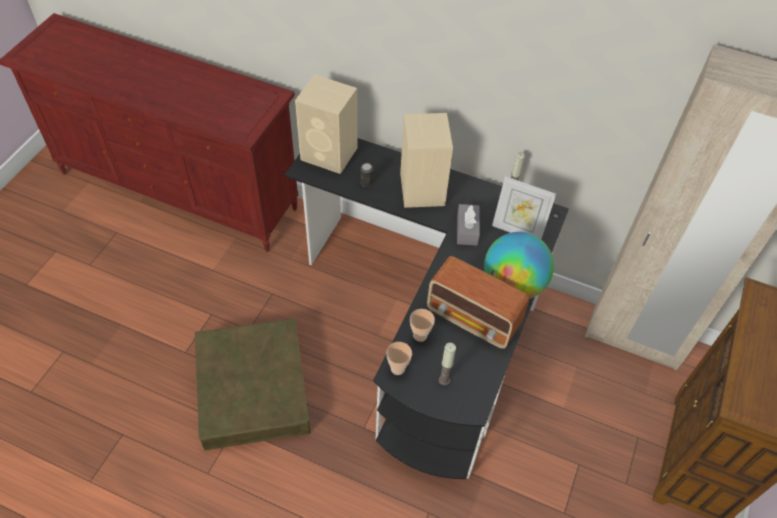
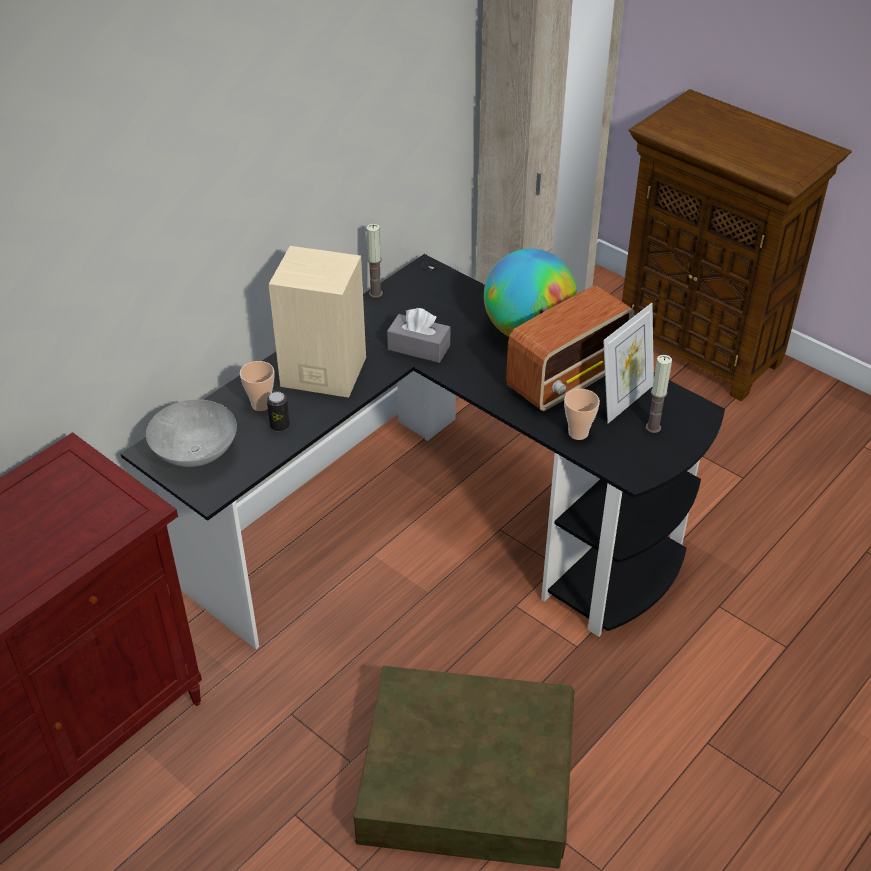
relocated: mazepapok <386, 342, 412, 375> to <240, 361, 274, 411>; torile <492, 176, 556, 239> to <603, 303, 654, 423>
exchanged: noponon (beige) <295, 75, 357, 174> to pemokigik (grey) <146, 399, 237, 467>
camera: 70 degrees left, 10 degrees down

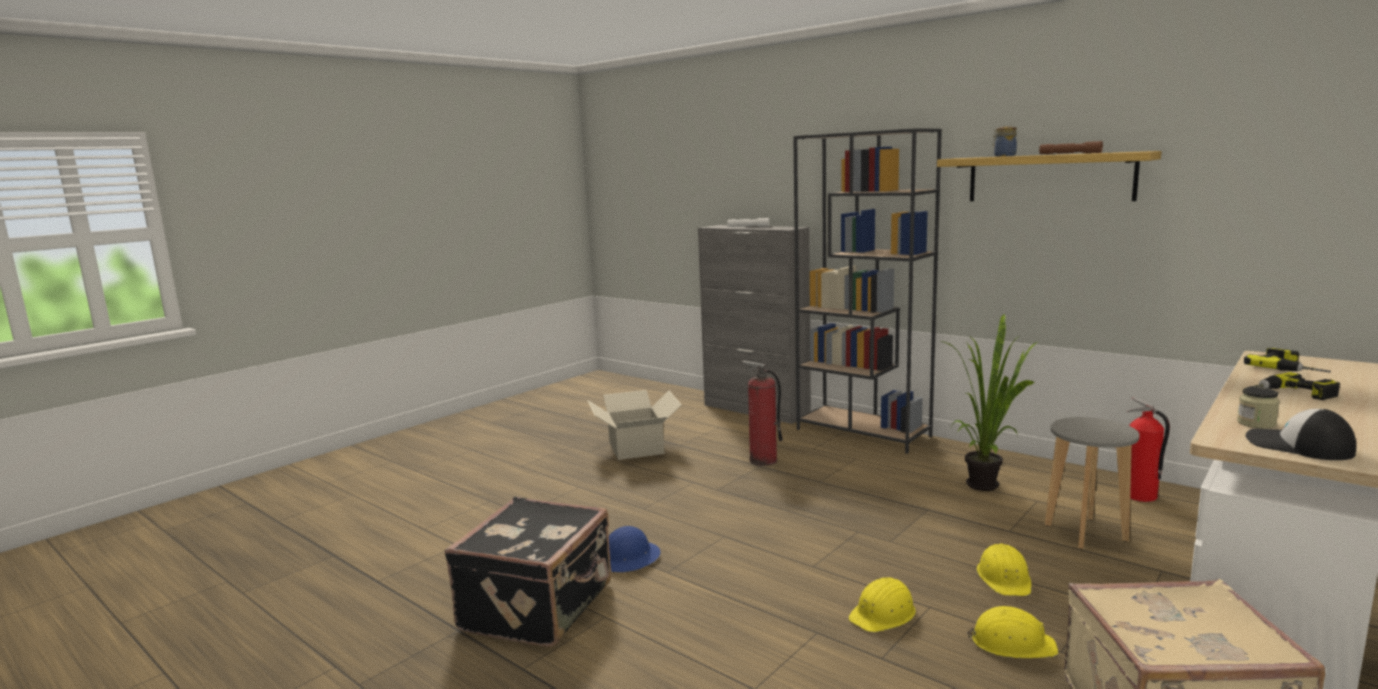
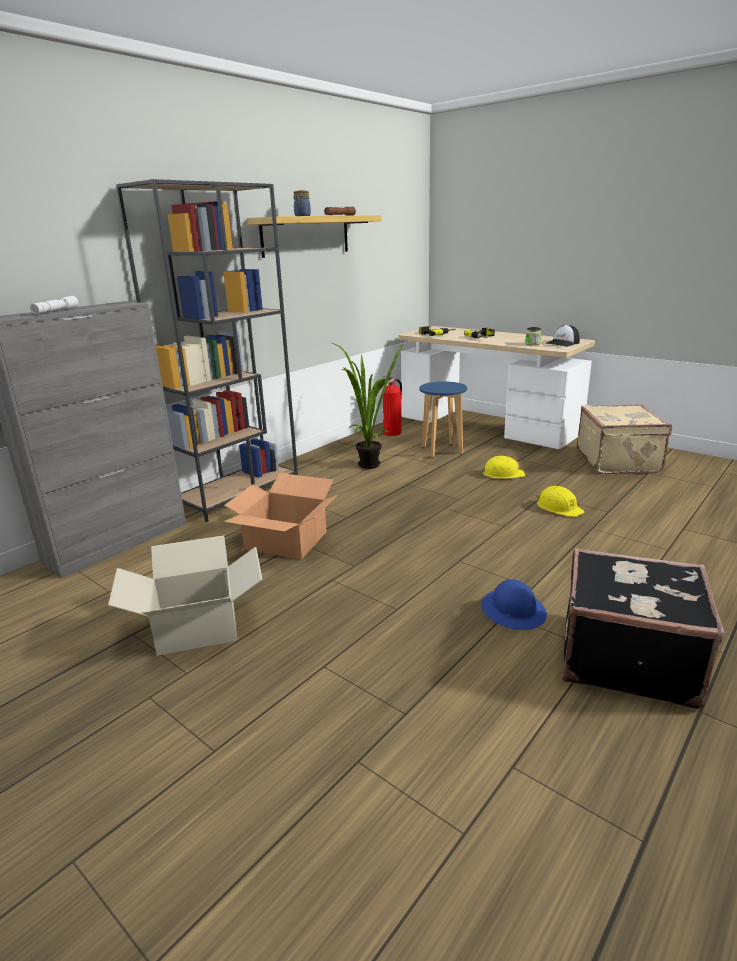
missing: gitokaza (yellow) <967, 606, 1058, 658>
exchanged: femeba <742, 360, 783, 466> to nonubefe <223, 473, 339, 559>
colour: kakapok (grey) <1045, 417, 1140, 549> to kakapok (blue) <420, 381, 467, 457>
camera: 90 degrees left, 10 degrees up

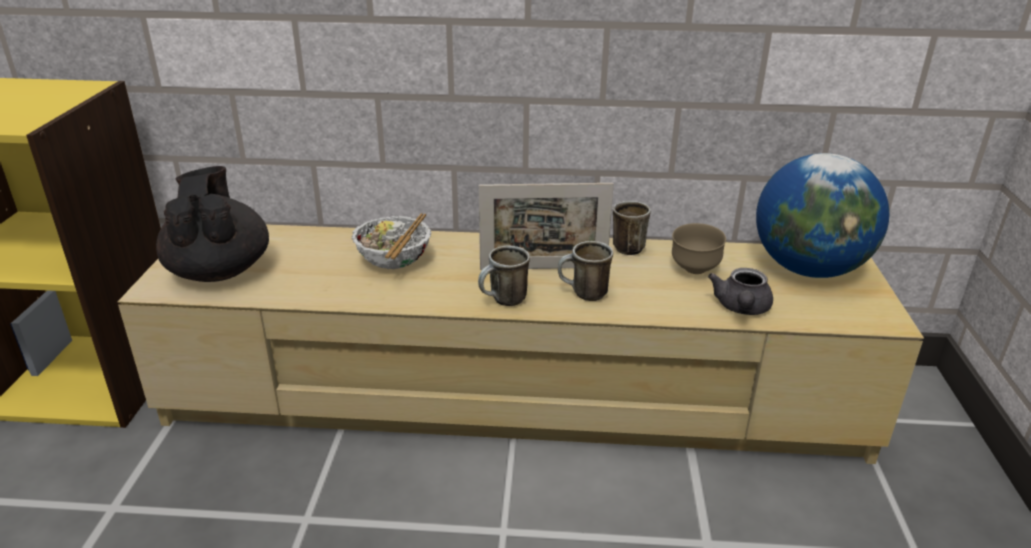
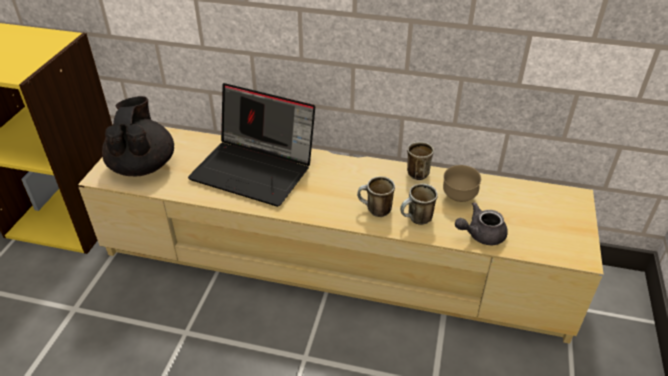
missing: torile <479, 183, 614, 270>; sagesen <756, 153, 889, 278>
relocated: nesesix <478, 245, 530, 306> to <400, 183, 438, 225>
exchanged: pemokigik <352, 213, 432, 269> to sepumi <188, 83, 315, 207>
spun: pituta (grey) <708, 268, 773, 315> = <455, 202, 508, 245> 45 degrees clockwise
camera: 10 degrees right, 10 degrees up

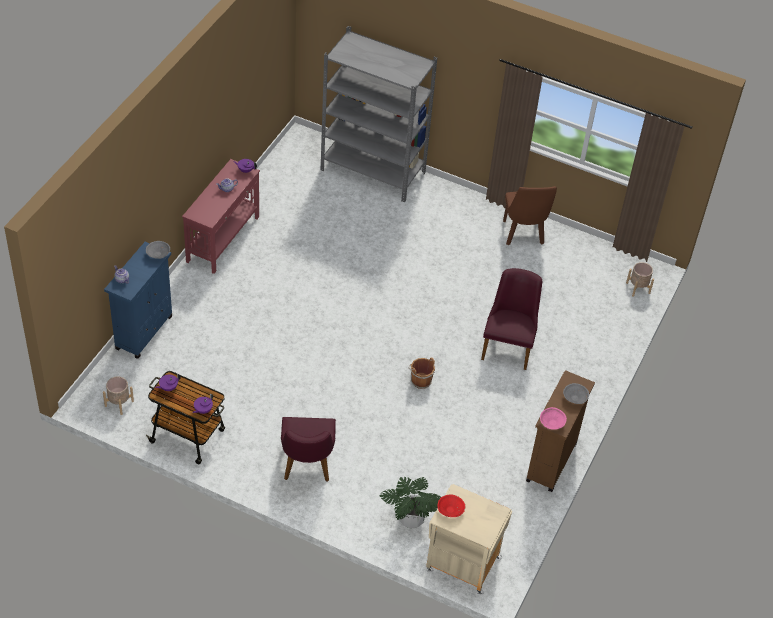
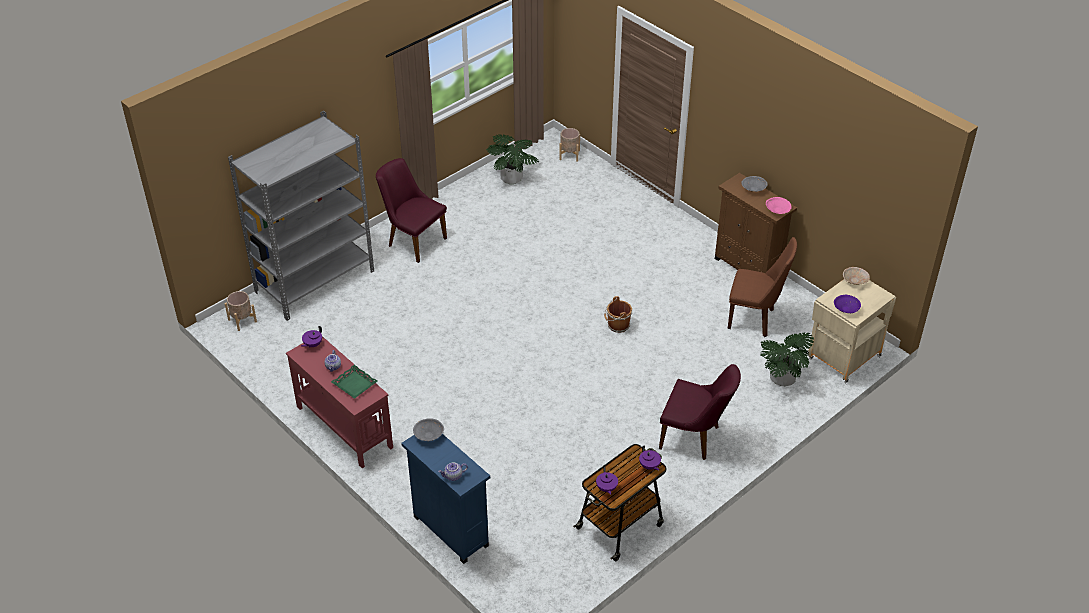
appeared: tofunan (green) <331, 365, 378, 399>; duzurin <486, 134, 539, 184>; pemokigik (beige) <843, 267, 870, 285>
relocated: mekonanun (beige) <103, 376, 134, 415> to <224, 291, 257, 331>; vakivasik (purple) <481, 268, 542, 370> to <376, 158, 447, 263>; vakivasik (brown) <503, 186, 557, 245> to <728, 237, 797, 337>
colour: pemokigik (red) <437, 494, 465, 517> to pemokigik (purple) <834, 295, 861, 313>
camera: 65 degrees left, 5 degrees down

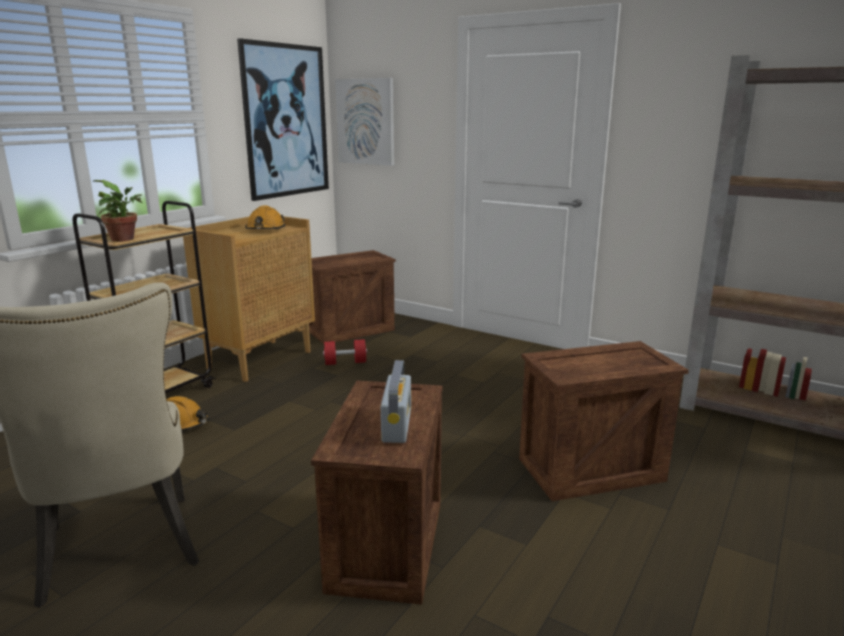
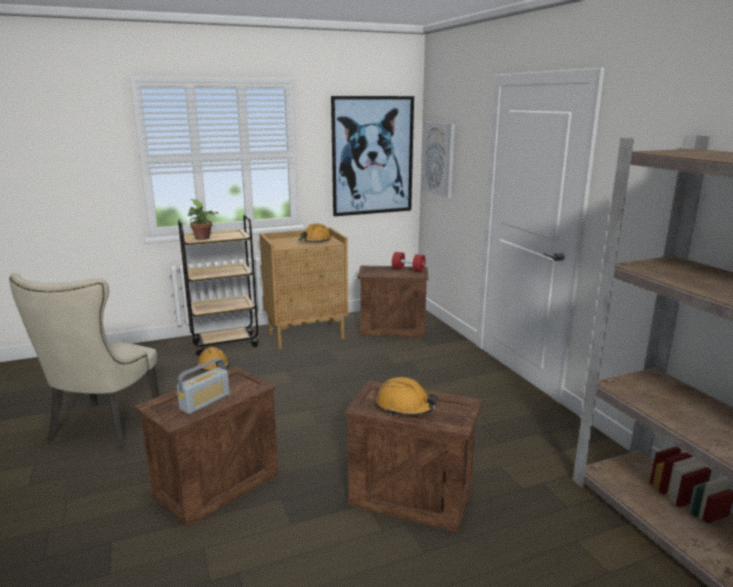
appeared: gitokaza (orange) <376, 377, 438, 416>
relocated: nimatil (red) <323, 339, 367, 365> to <392, 252, 426, 272>
camera: 35 degrees right, 0 degrees up

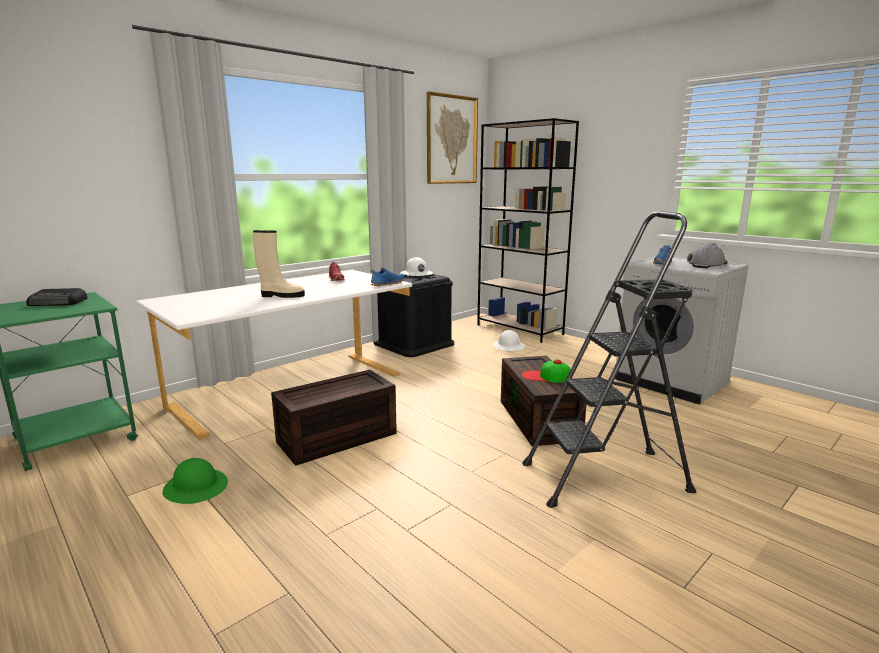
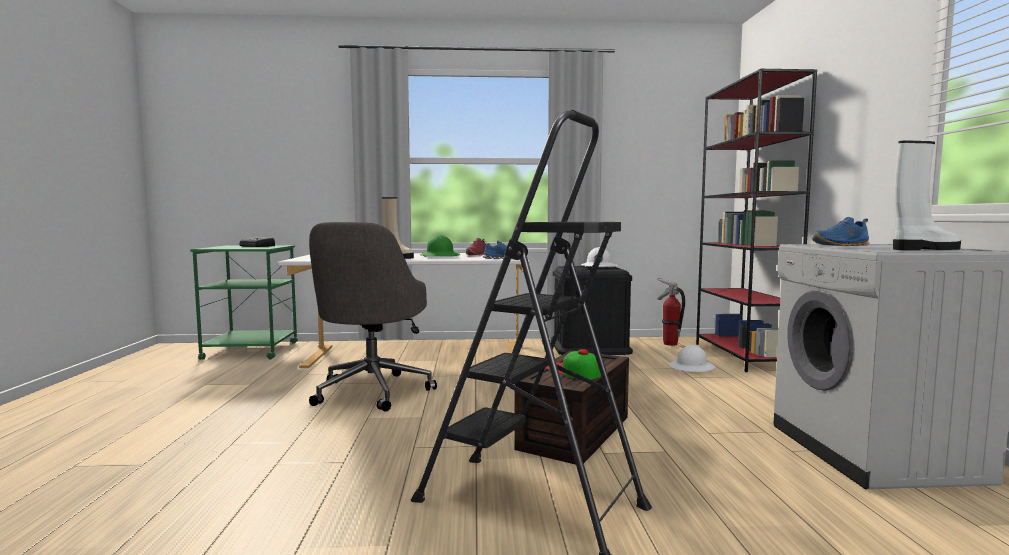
missing: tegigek <427, 91, 478, 184>
appeared: femeba <657, 278, 685, 346>
relocated: gitokaza (green) <162, 458, 228, 504> to <420, 235, 461, 256>
exchanged: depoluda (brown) <271, 370, 397, 466> to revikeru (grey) <309, 222, 437, 412>; gitokaza (grey) <687, 242, 727, 268> to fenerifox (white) <893, 140, 961, 250>
colour: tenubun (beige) <477, 118, 579, 343> to tenubun (red) <696, 69, 817, 372>
camera: 40 degrees right, 10 degrees down

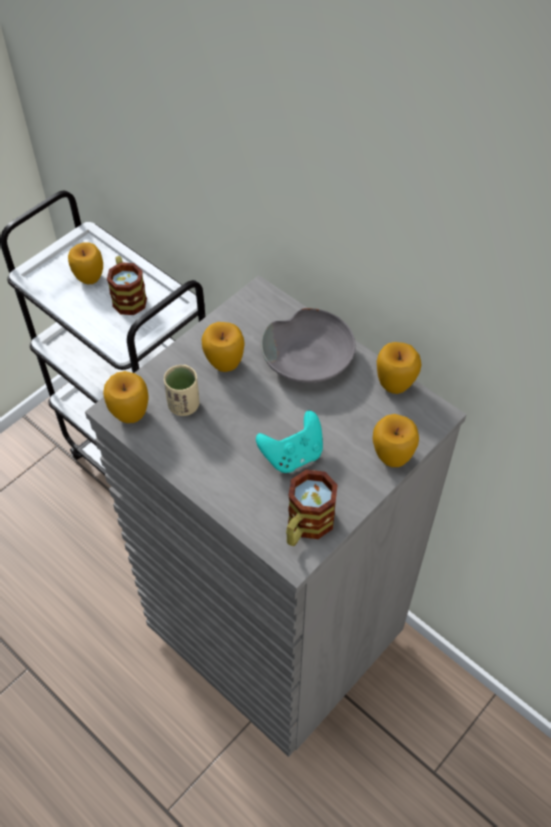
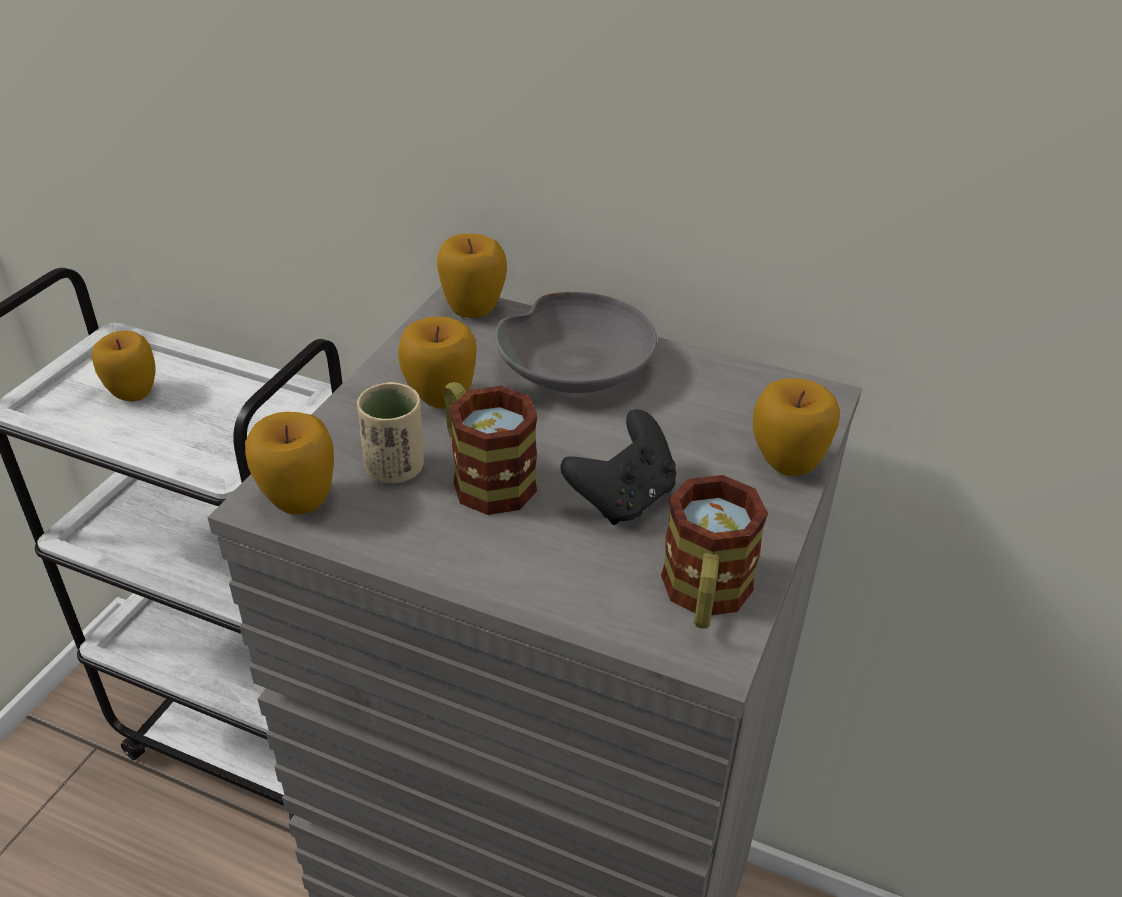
relocated: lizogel <377, 342, 421, 394> to <437, 234, 507, 318>; nesesix <107, 256, 147, 315> to <444, 382, 538, 515>
colour: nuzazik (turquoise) <256, 411, 323, 473> to nuzazik (black) <560, 409, 676, 525>
camera: 20 degrees left, 15 degrees down

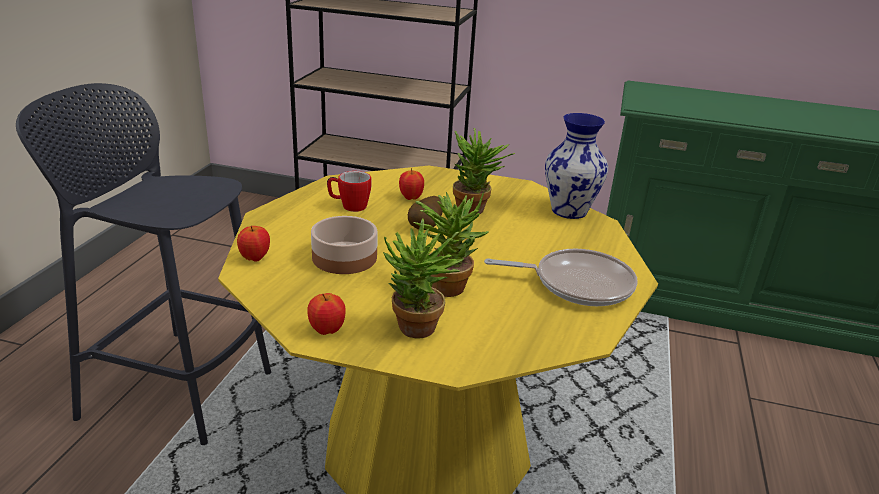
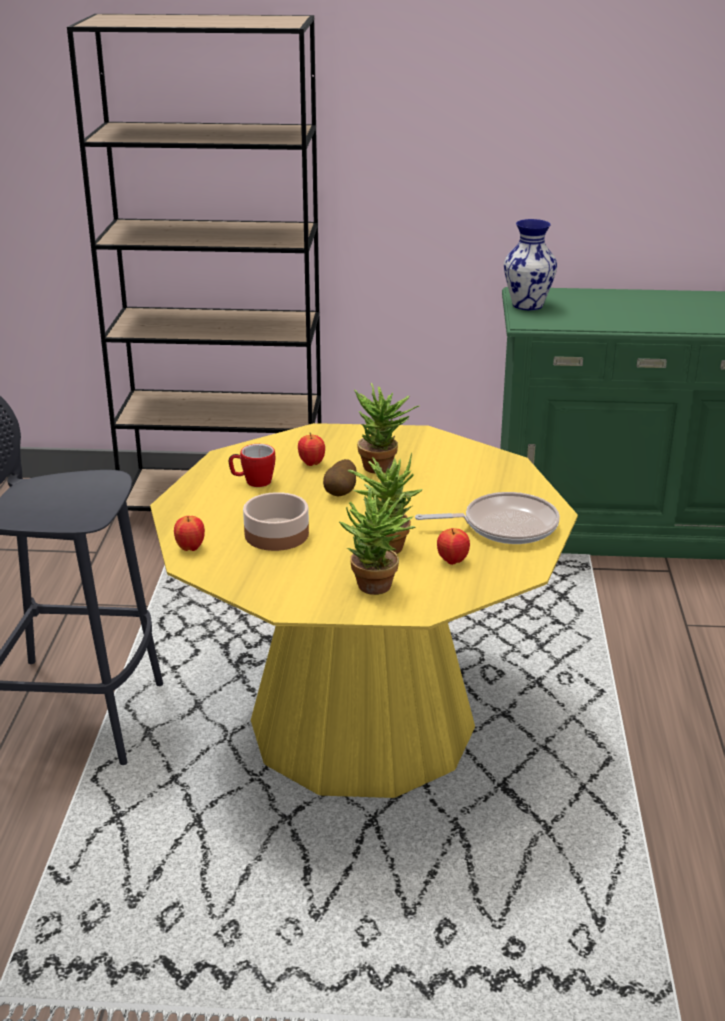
relocated: lizogel <307, 293, 346, 335> to <437, 528, 470, 565>; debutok <545, 113, 608, 219> to <504, 219, 557, 310>
camera: 10 degrees left, 0 degrees up

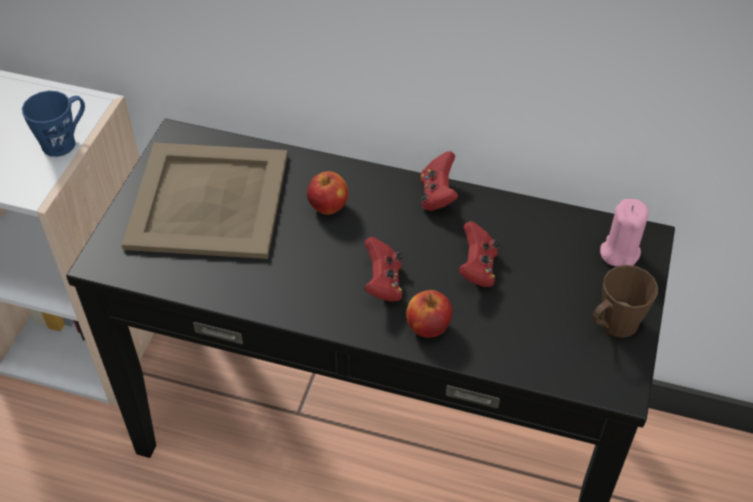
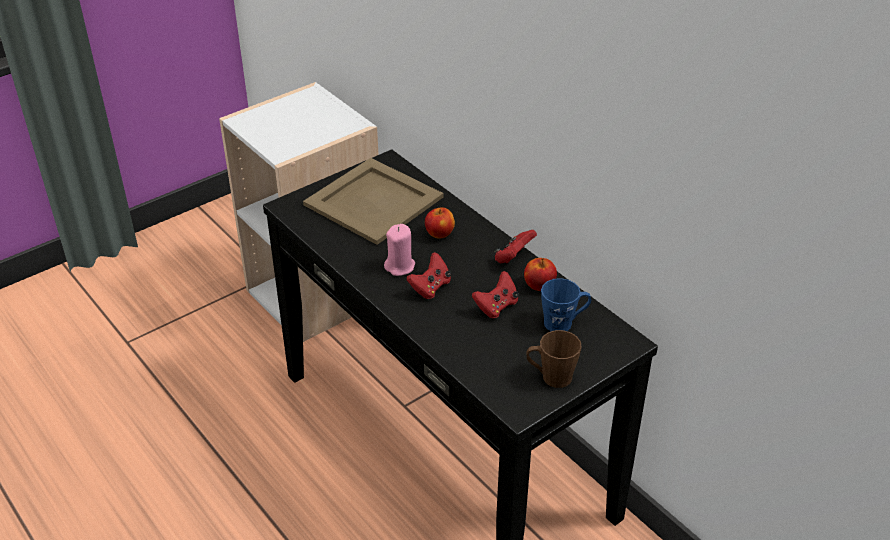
relocated: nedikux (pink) <600, 199, 648, 266> to <384, 224, 415, 276>; lizogel <406, 290, 452, 338> to <524, 258, 557, 291>; nesesix (blue) <22, 91, 85, 157> to <541, 278, 591, 331>
camera: 35 degrees right, 10 degrees down

